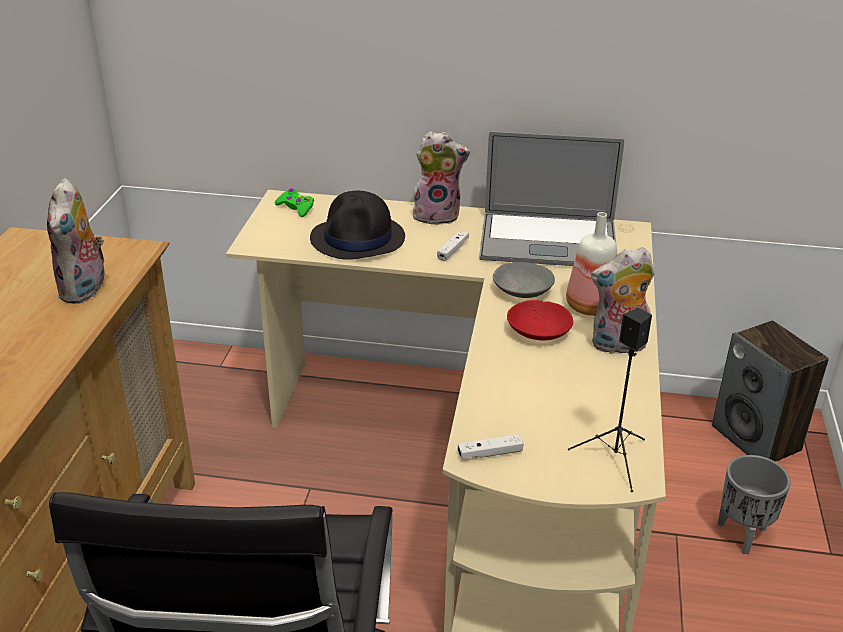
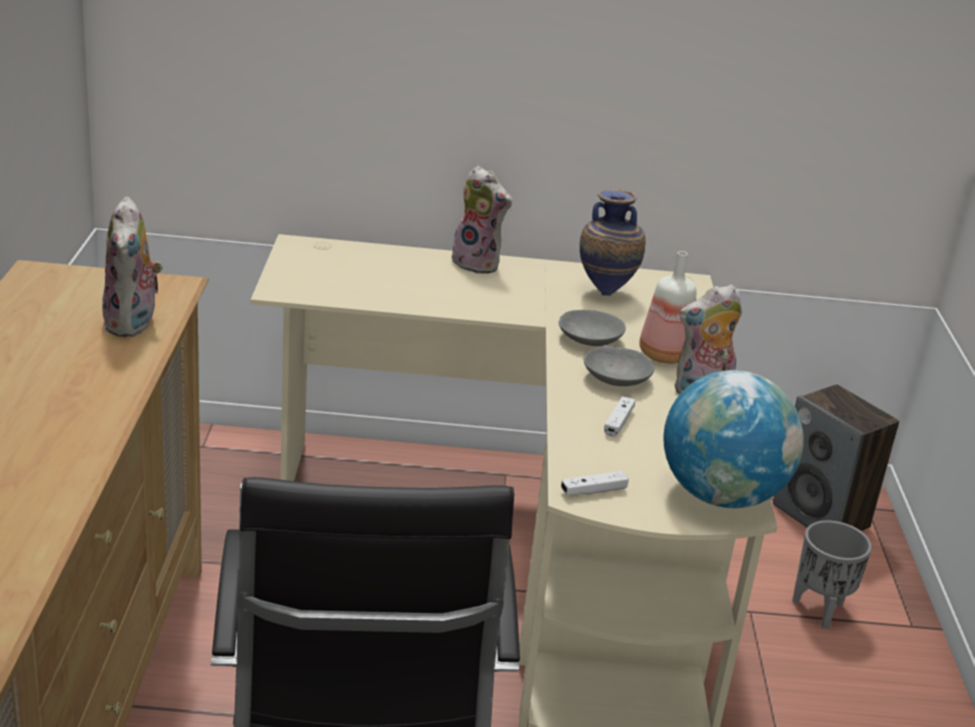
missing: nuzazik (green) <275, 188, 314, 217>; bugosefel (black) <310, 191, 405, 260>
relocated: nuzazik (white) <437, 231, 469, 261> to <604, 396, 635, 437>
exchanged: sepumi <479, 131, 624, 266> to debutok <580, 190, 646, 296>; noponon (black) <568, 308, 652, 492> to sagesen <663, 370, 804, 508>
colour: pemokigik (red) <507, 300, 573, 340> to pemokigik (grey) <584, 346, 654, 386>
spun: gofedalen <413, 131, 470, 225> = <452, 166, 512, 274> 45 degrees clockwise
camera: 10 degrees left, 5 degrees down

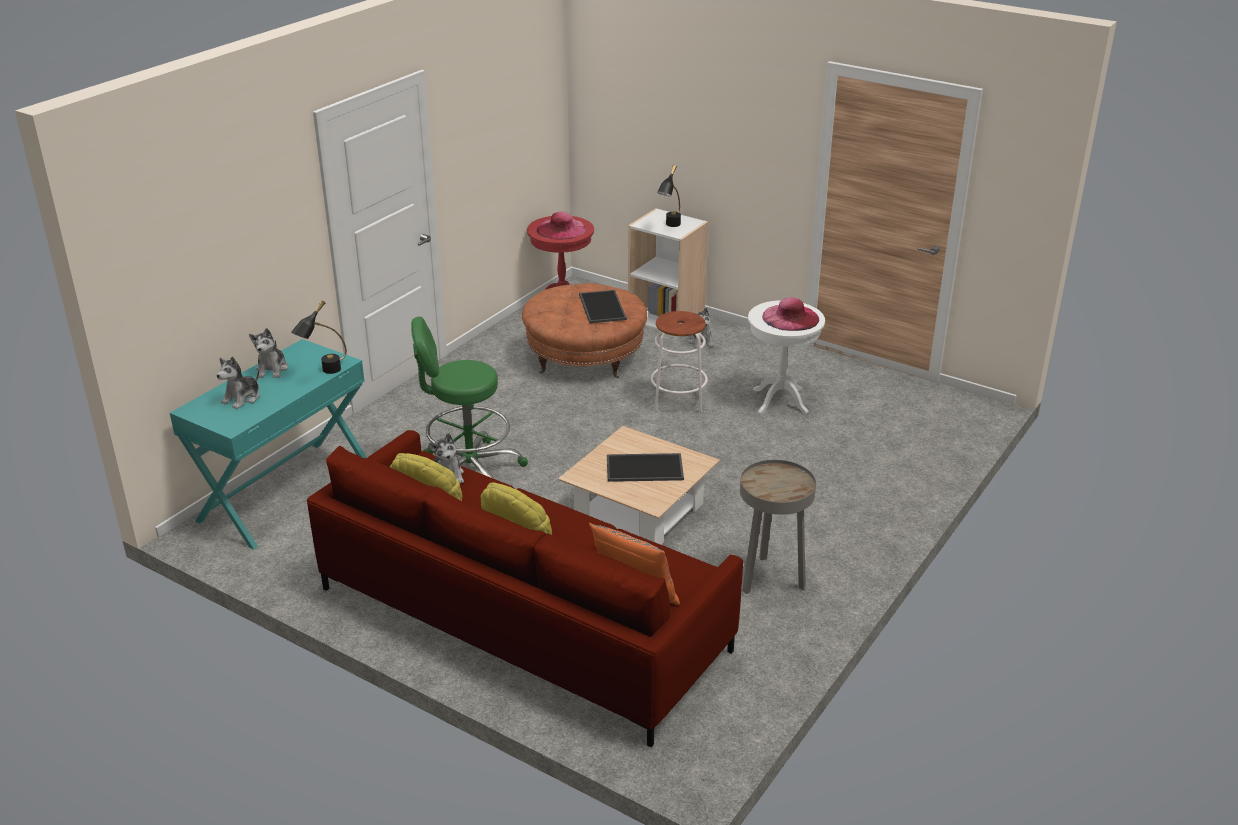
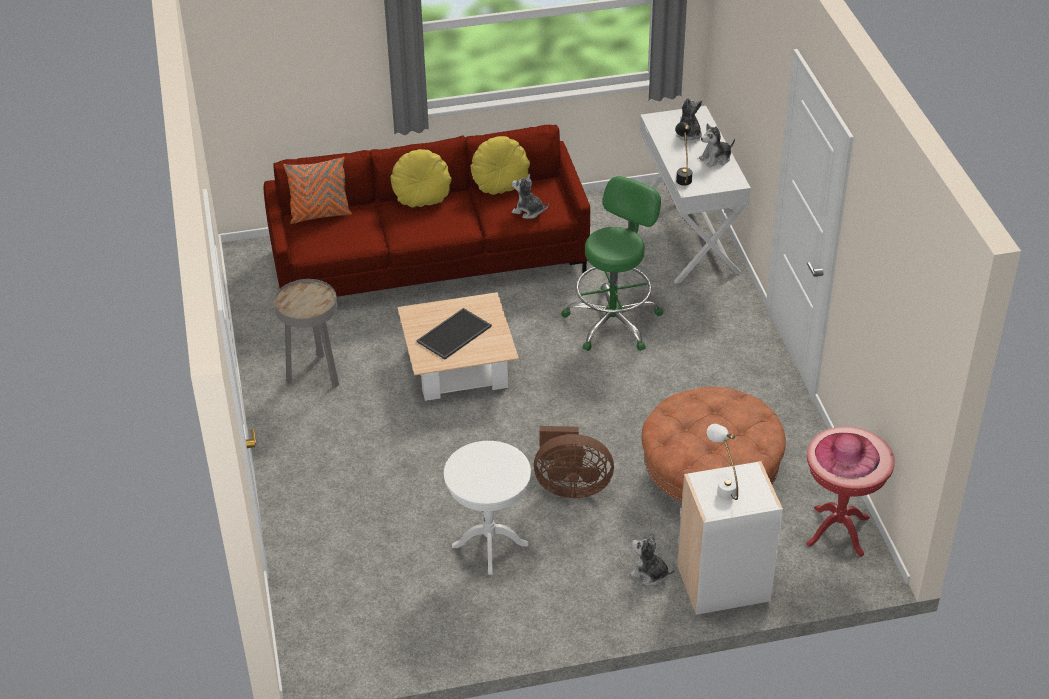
missing: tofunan <579, 290, 627, 323>; bugosefel (pink) <762, 297, 819, 331>
exchanged: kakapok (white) <651, 311, 708, 413> to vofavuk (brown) <534, 426, 614, 498>
colour: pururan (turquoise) <170, 339, 367, 549> to pururan (white) <640, 106, 751, 284>; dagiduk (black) <657, 165, 681, 227> to dagiduk (white) <707, 424, 738, 500>
spun: gofedalen <249, 328, 288, 378> = <699, 123, 735, 168> 75 degrees counterclockwise
camera: 135 degrees right, 10 degrees up

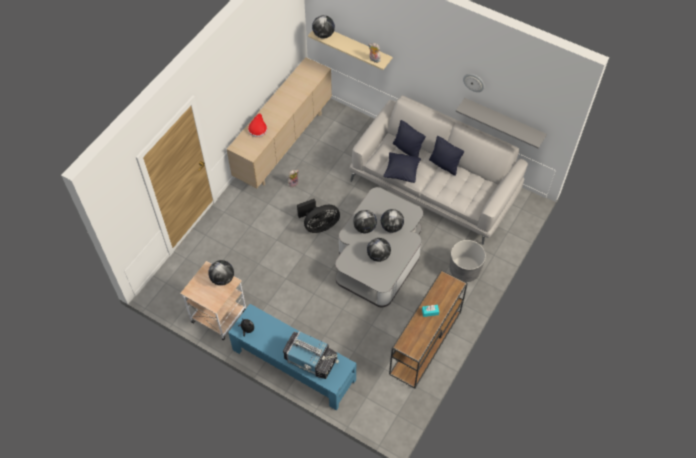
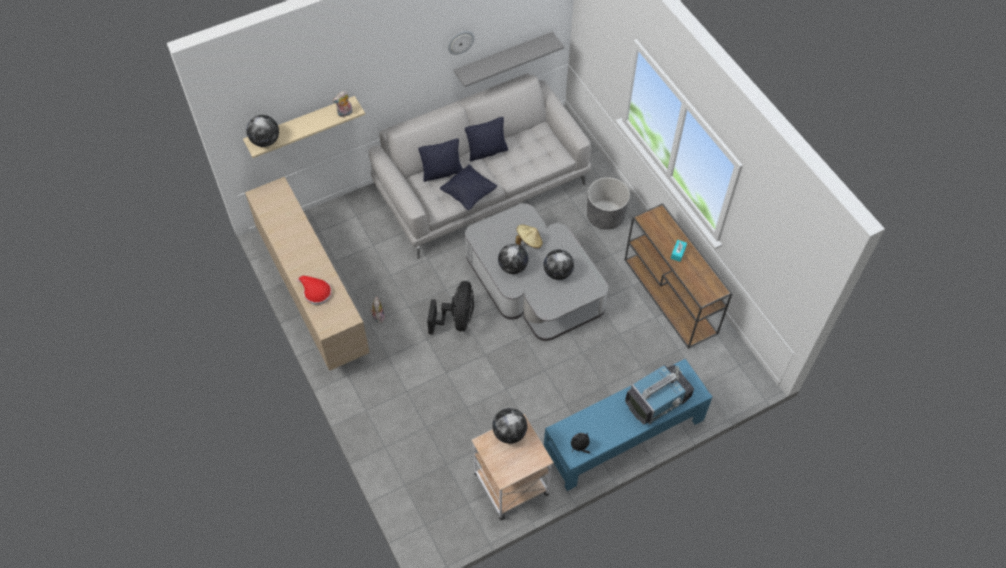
exchanged: sagesen <381, 209, 404, 233> to bugosefel (beige) <516, 224, 543, 249>
camera: 60 degrees left, 0 degrees up

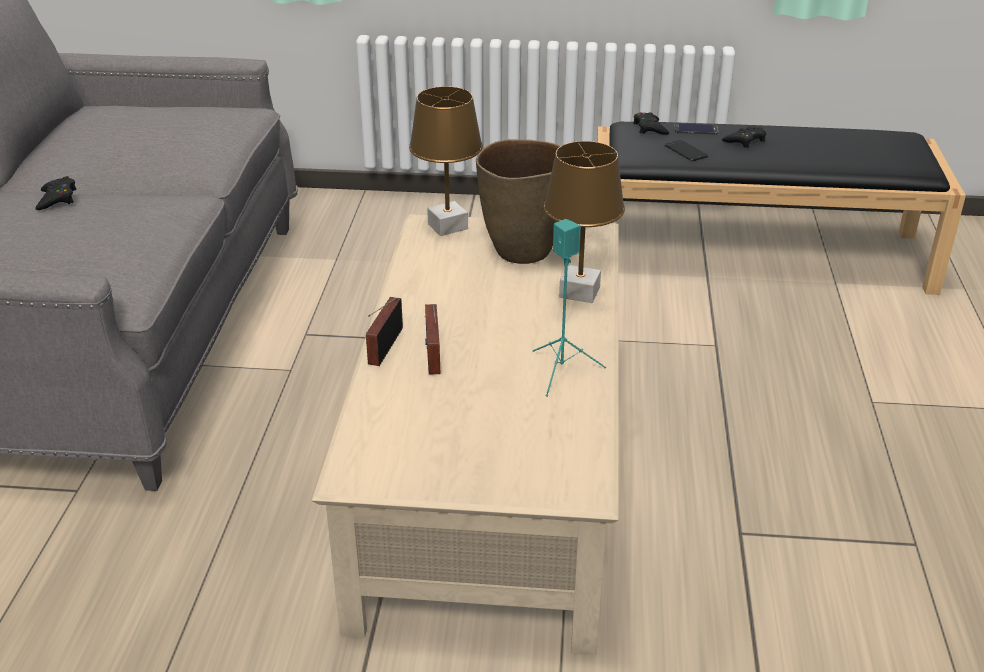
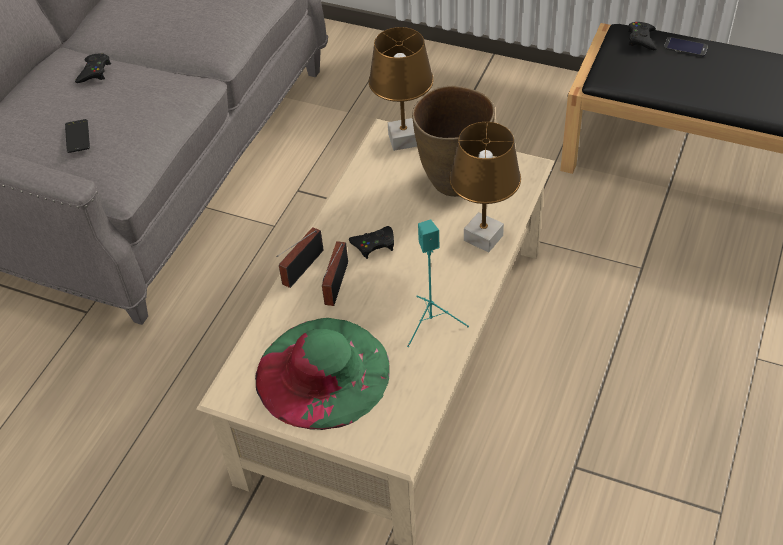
appeared: bugosefel (green) <255, 318, 390, 430>
relocated: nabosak <665, 140, 708, 161> to <65, 119, 90, 153>; nuzazik (black) <722, 126, 766, 148> to <349, 226, 394, 259>
camera: 20 degrees right, 15 degrees up

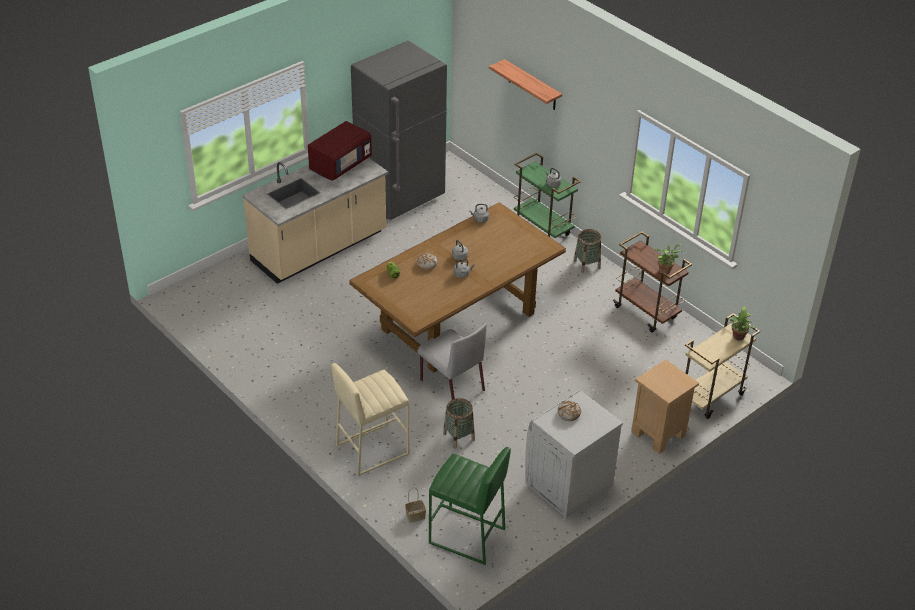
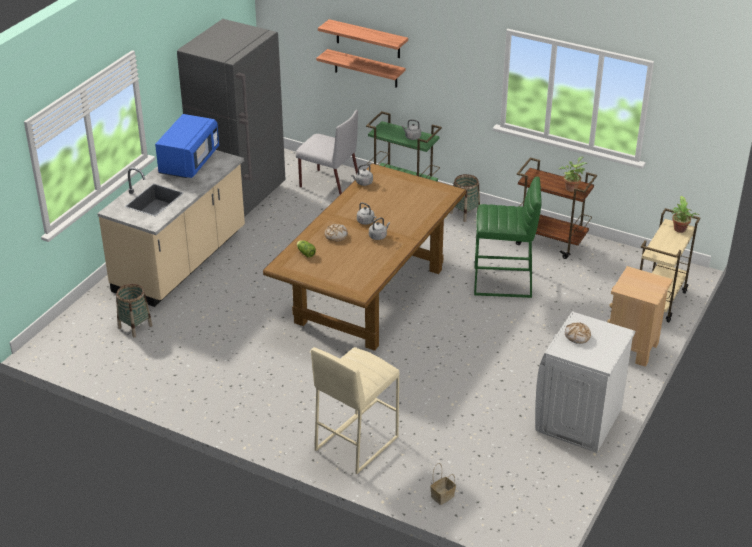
appeared: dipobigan <316, 49, 405, 88>
relocated: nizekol <443, 398, 475, 449> to <116, 284, 153, 338>; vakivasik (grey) <418, 323, 487, 400> to <296, 110, 358, 194>; kakapok (green) <429, 447, 511, 565> to <474, 177, 542, 298>
colour: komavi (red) <308, 121, 372, 181> to komavi (blue) <155, 114, 219, 178>
camera: 20 degrees left, 5 degrees down

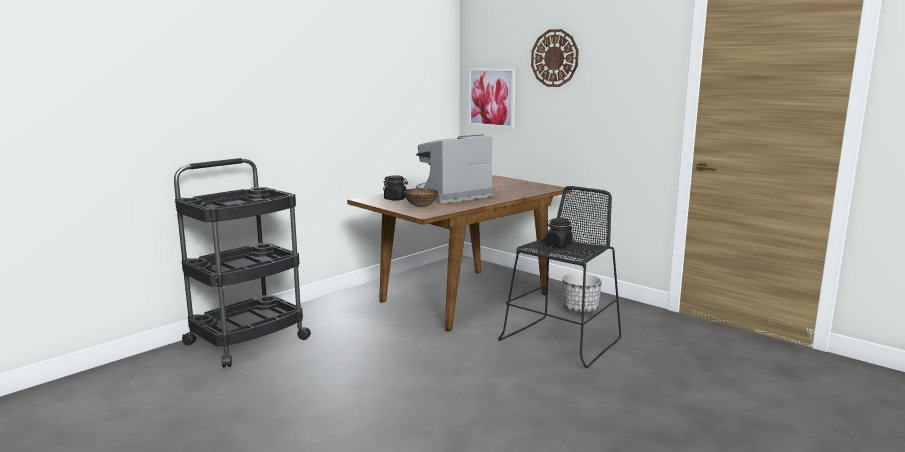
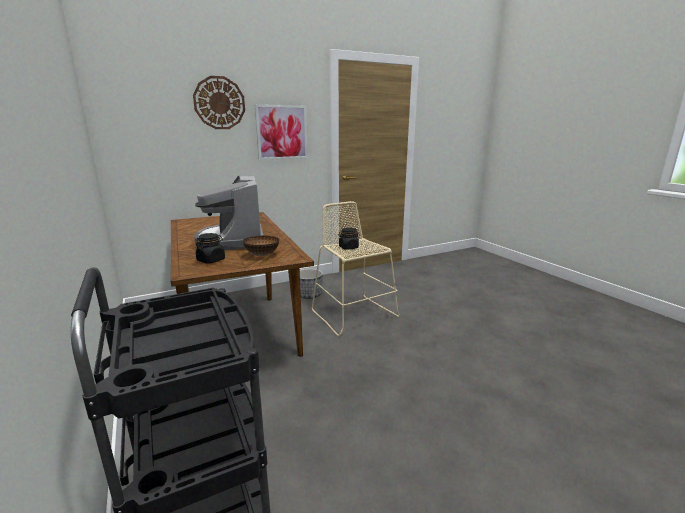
relocated: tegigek <469, 68, 516, 129> to <255, 105, 308, 160>
colour: kakapok (black) <499, 186, 621, 368> to kakapok (beige) <312, 201, 401, 336>
camera: 70 degrees left, 5 degrees up

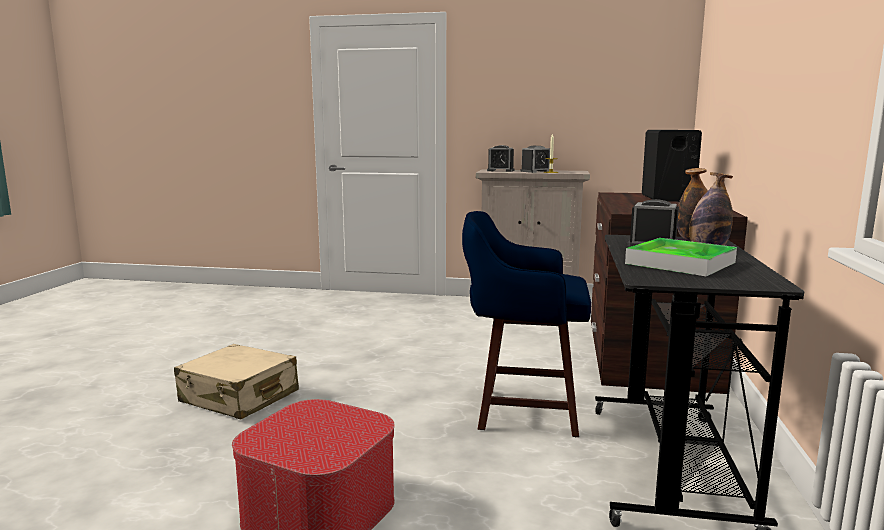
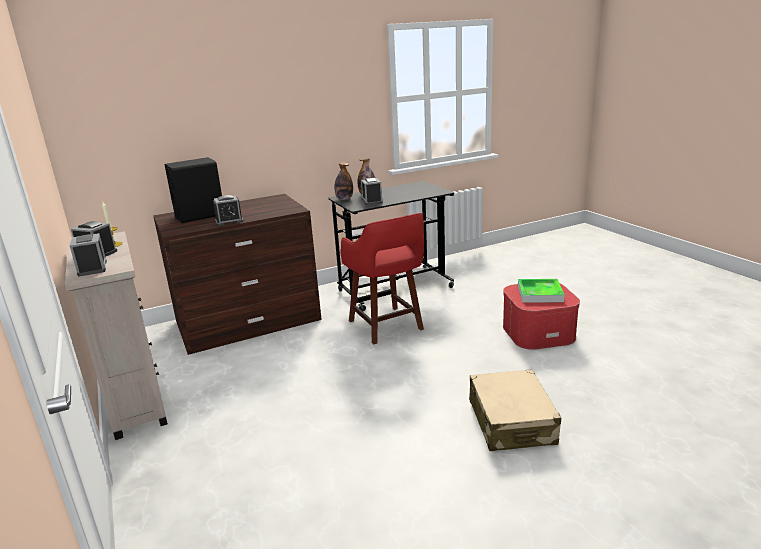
appeared: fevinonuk <213, 195, 244, 226>
relocated: tofunan <625, 238, 737, 276> to <518, 279, 565, 303>
colour: kakapok (blue) <462, 211, 591, 437> to kakapok (red) <340, 213, 424, 344>
camera: 125 degrees left, 10 degrees up

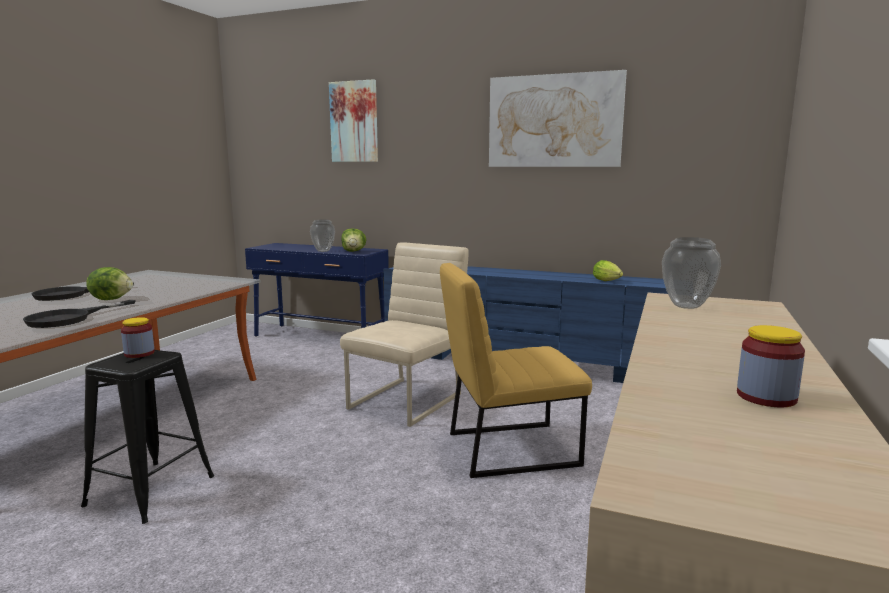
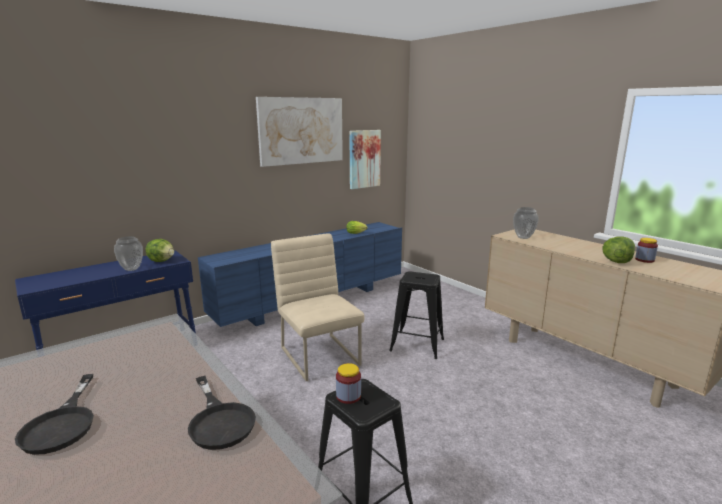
relocated: tegigek <329, 79, 378, 162> to <349, 130, 381, 189>; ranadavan <86, 267, 133, 300> to <602, 237, 635, 263>
exchanged: vakivasik (yellow) <440, 263, 592, 478> to kakapok (black) <389, 271, 444, 359>
camera: 60 degrees left, 5 degrees up

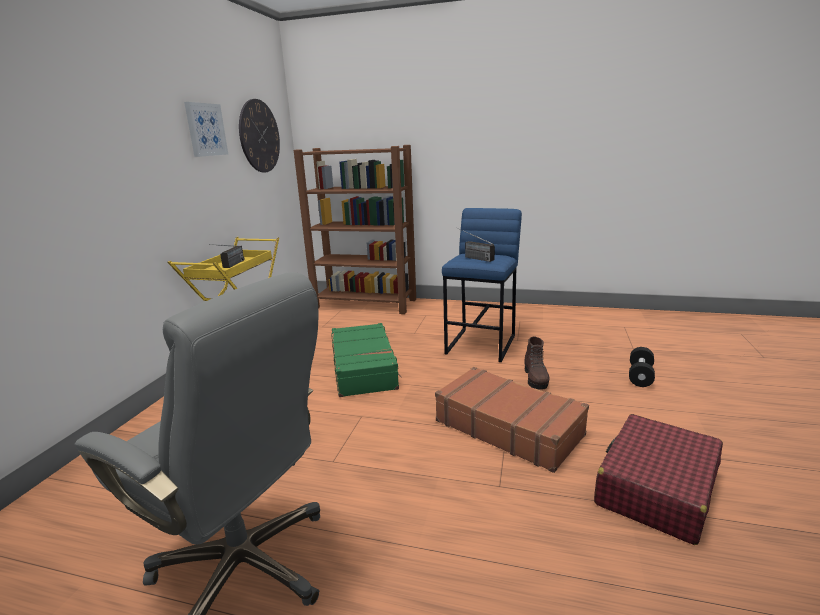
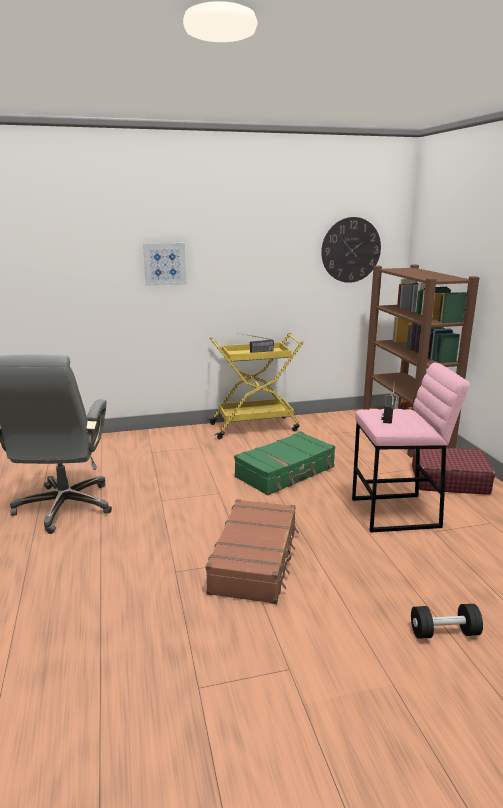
missing: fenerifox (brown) <524, 336, 549, 390>
relocated: tegigek <184, 102, 228, 157> to <143, 243, 186, 286>; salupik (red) <594, 414, 723, 545> to <412, 448, 495, 495>
colour: kakapok (blue) <442, 208, 522, 362> to kakapok (pink) <352, 362, 470, 532>
camera: 60 degrees right, 0 degrees up

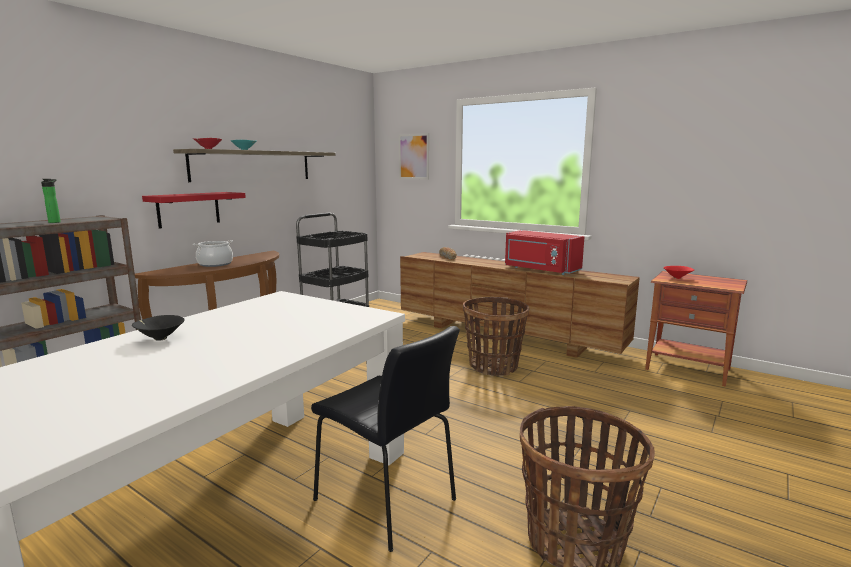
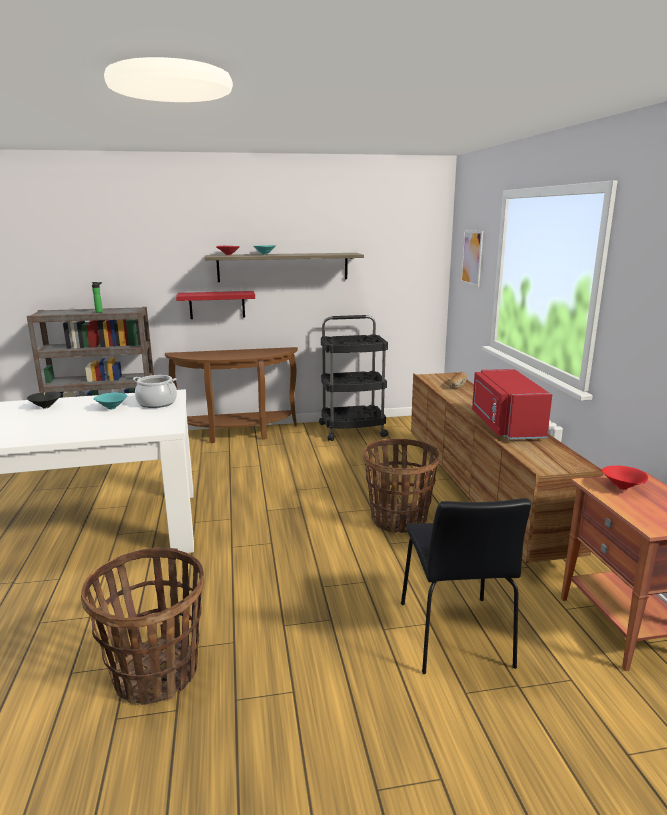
appeared: pemokigik (turquoise) <94, 392, 127, 409>
relocated: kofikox <193, 240, 233, 267> to <133, 375, 177, 408>; vakivasik (black) <311, 326, 460, 552> to <401, 498, 531, 674>
camera: 45 degrees right, 5 degrees up

